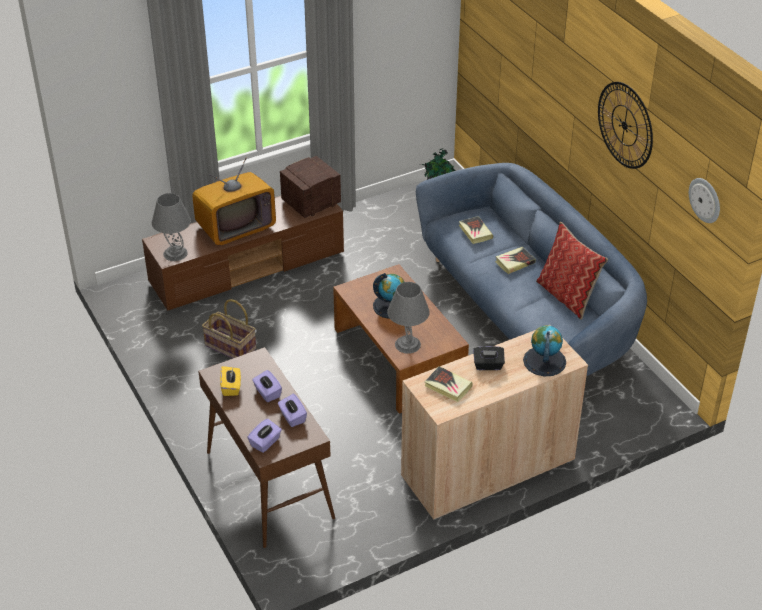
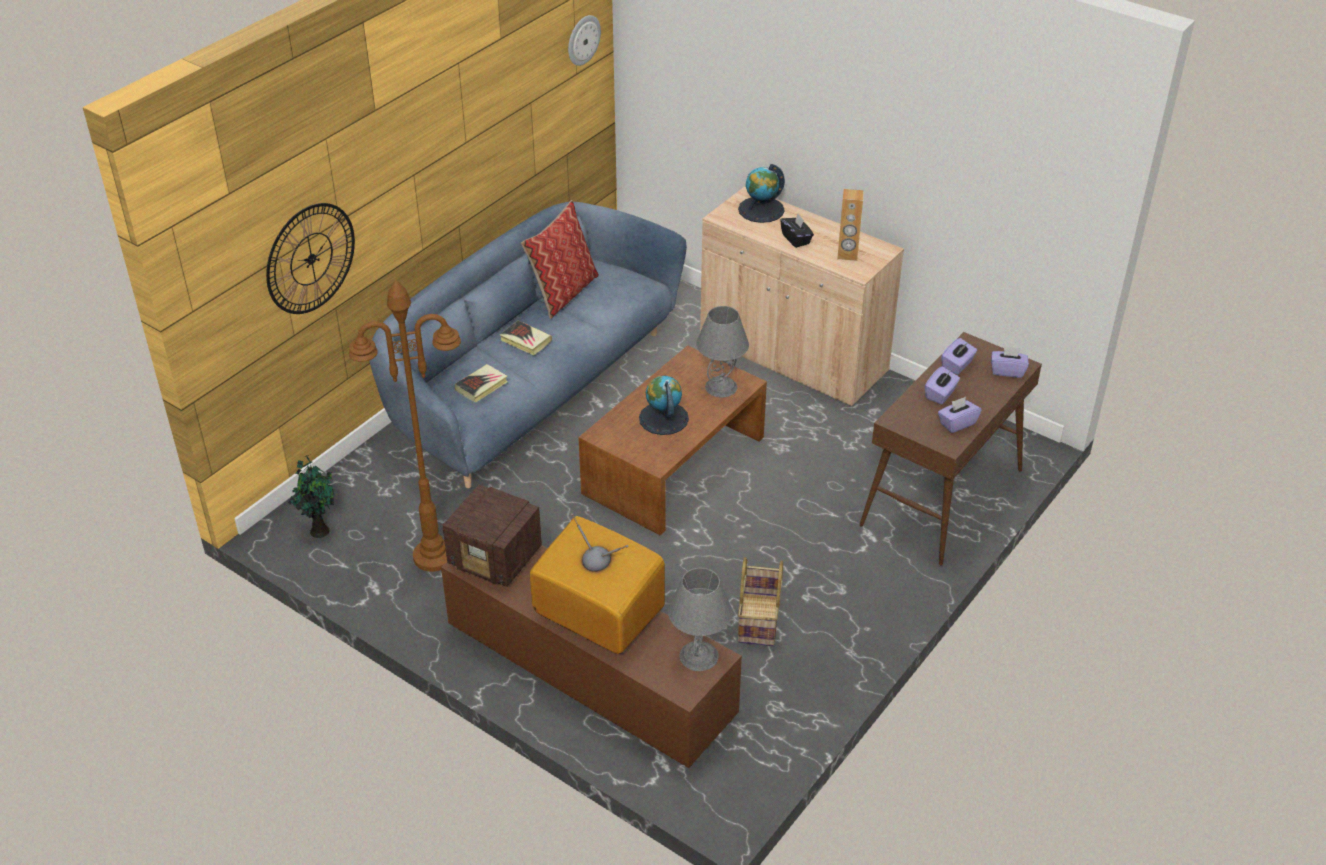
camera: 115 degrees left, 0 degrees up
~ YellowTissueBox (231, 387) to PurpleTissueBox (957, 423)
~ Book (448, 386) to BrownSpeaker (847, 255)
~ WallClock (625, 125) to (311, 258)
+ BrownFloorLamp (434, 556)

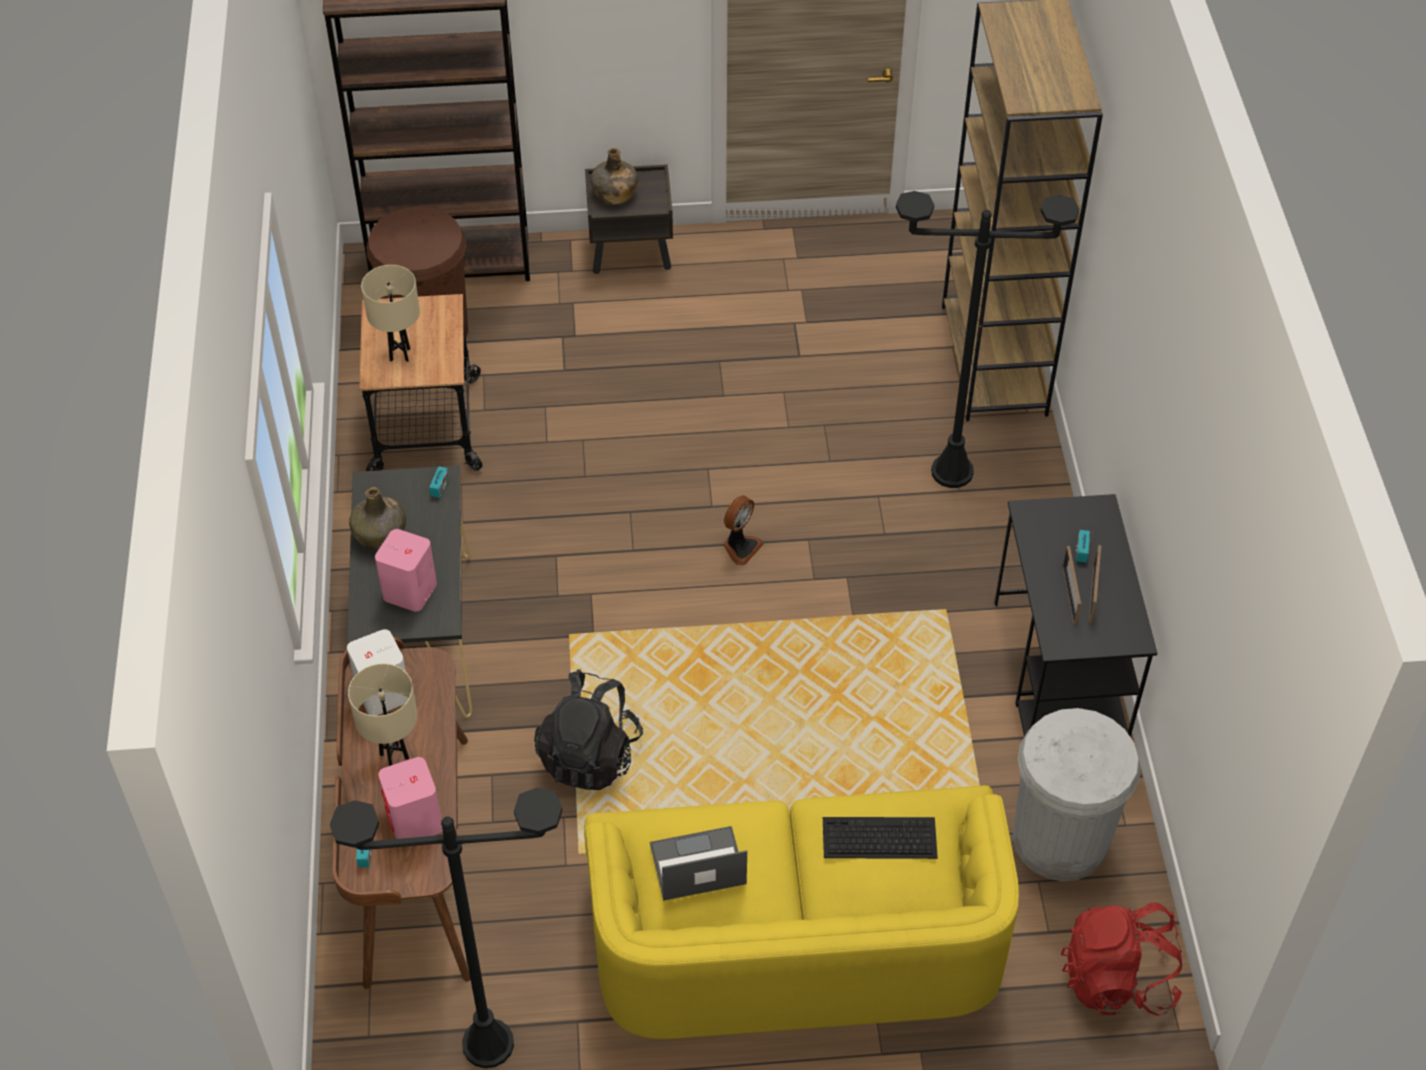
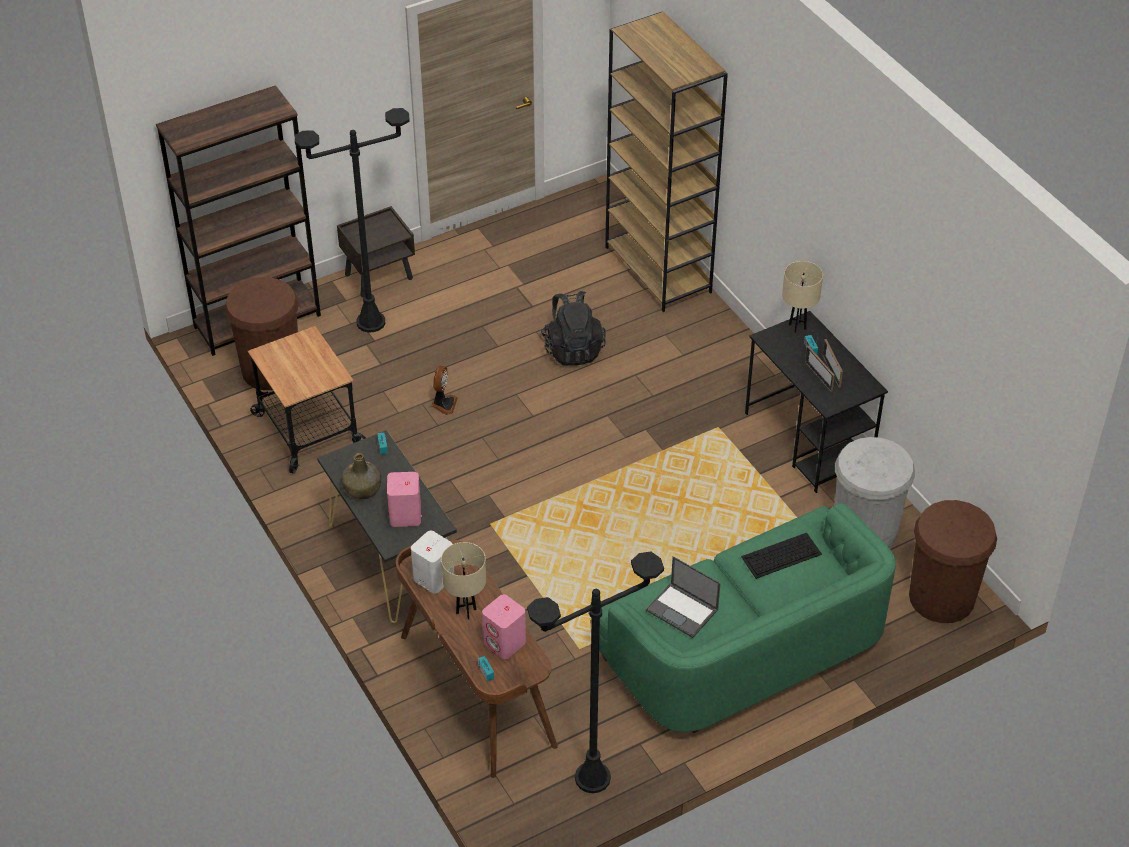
camera: 25 degrees left, 5 degrees down
~ BeigeTableLamp (399, 354) to (797, 327)
~ BlackBackpack (590, 755) to (573, 349)
~ YellowSofa (796, 943) to GreenSofa (745, 649)
- GreenBottle (614, 193)
~ Laptop (696, 865) = (683, 610) 105 degrees counterclockwise
~ Fan (740, 547) to (443, 404)
~ BlackFloorLamp (951, 472) to (370, 322)
~ RedBackpack (1117, 979) to BrownTrashCan (941, 597)

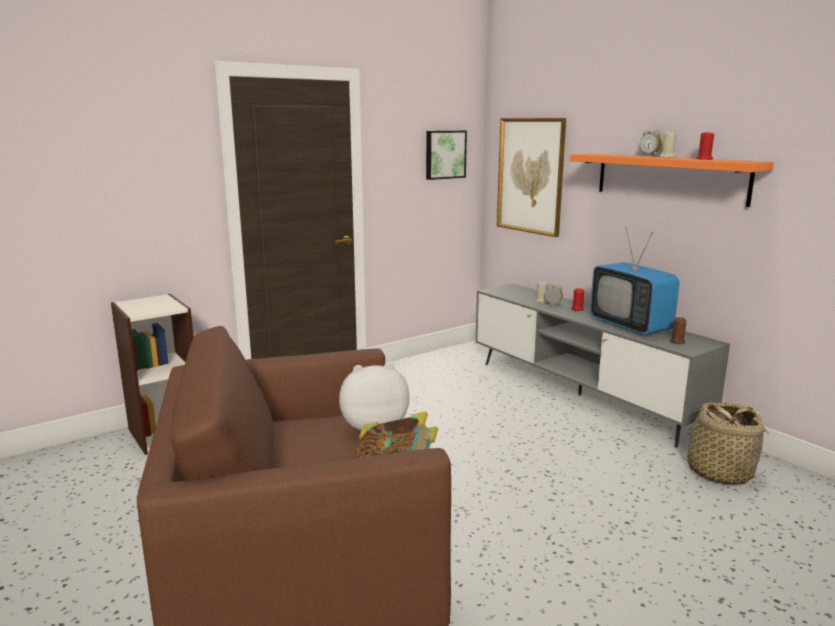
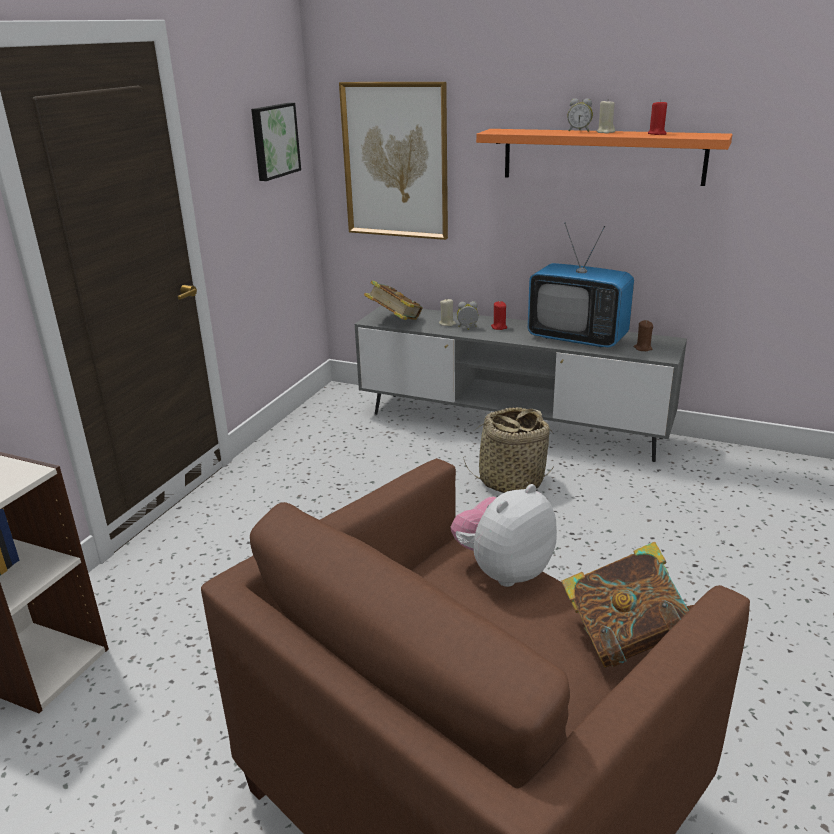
camera: 30 degrees left, 10 degrees up
~ Basket (719, 472) to (511, 481)
+ Book (394, 321)

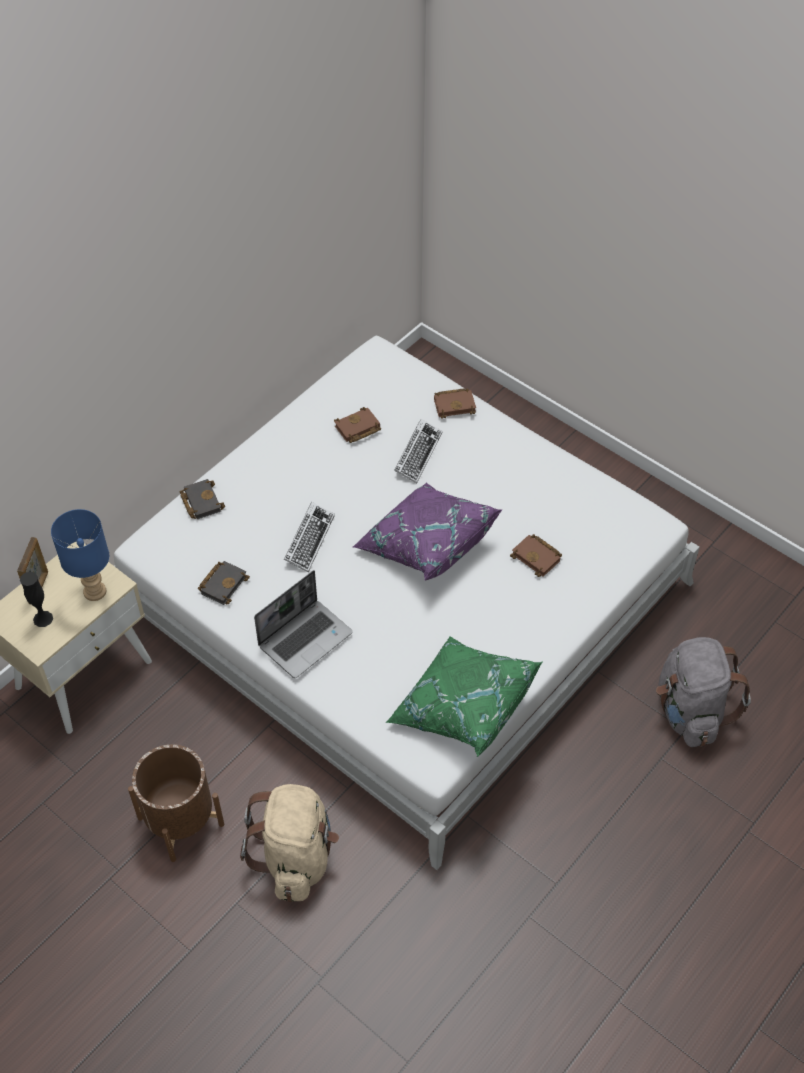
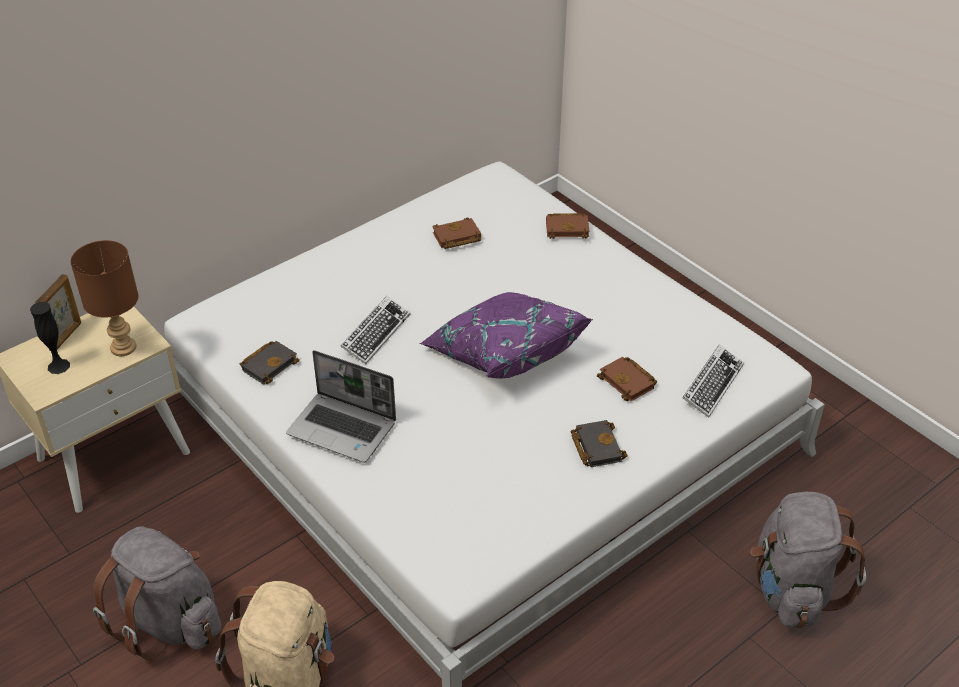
camera: 10 degrees right, 10 degrees down
~ BlueTableLamp (94, 591) to BrownTableLamp (122, 347)
~ BrownPlanter (180, 821) to GreyBackpack (168, 621)
~ BlackBook (200, 501) to (595, 446)
~ Laptop (305, 638) = (343, 428) 60 degrees clockwise
- GreenPillow (462, 707)
~ Keyboard (418, 454) to (712, 384)

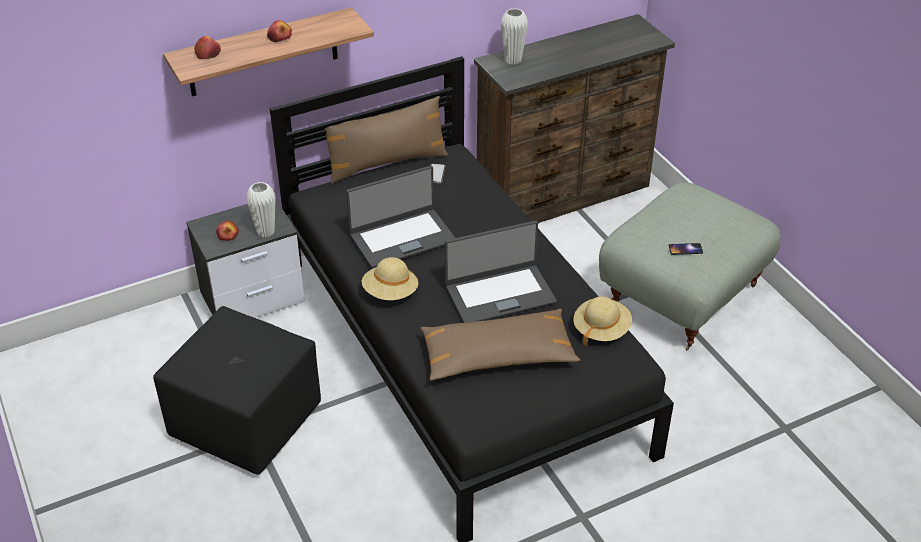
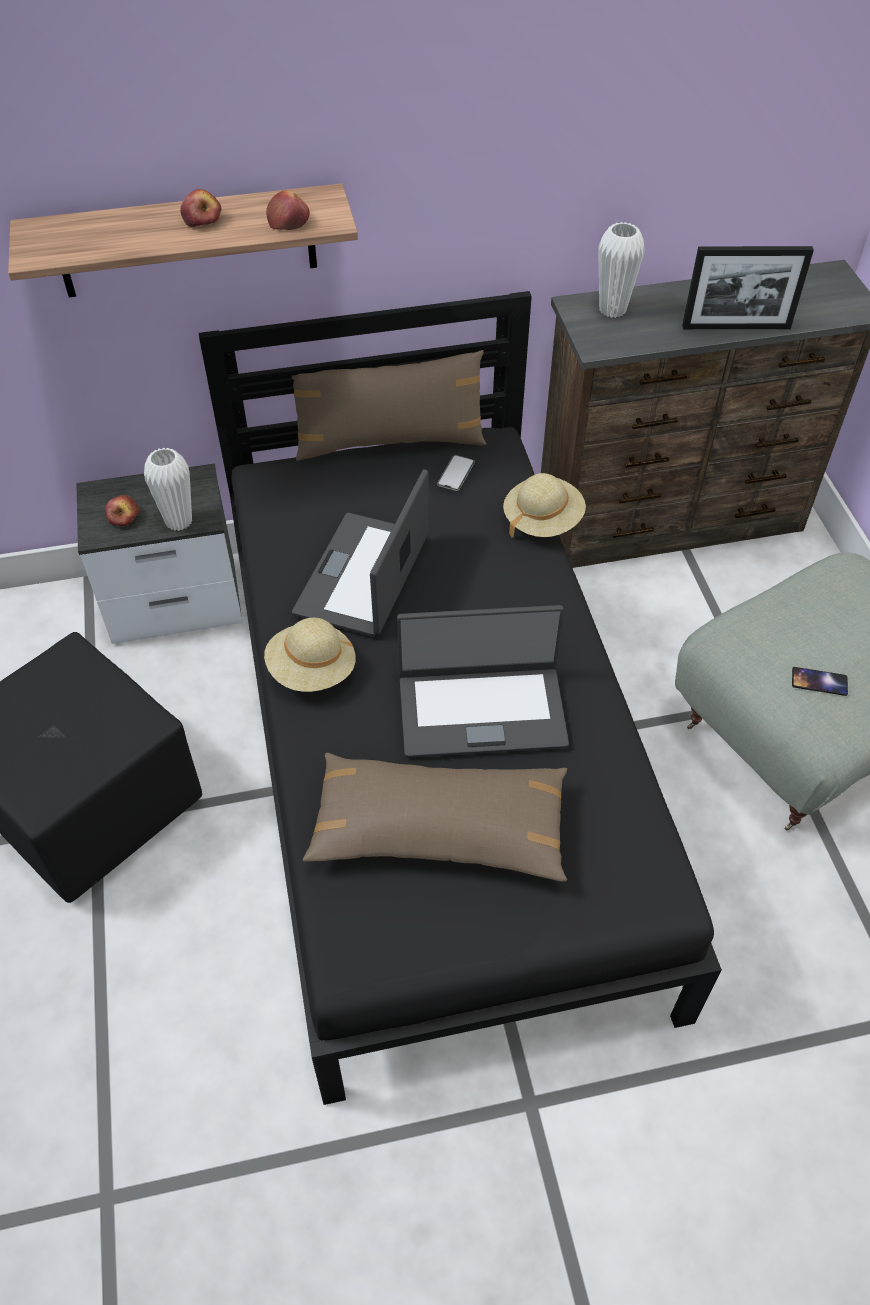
camera: 15 degrees right, 10 degrees up
~ Apple (208, 53) to (289, 220)
~ Laptop (402, 238) = (364, 575) 120 degrees clockwise
~ BeigeHat (601, 329) to (542, 520)
+ PictureFrame (736, 327)

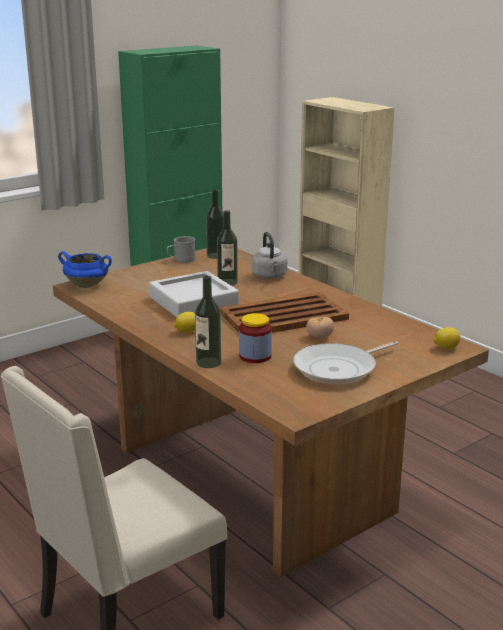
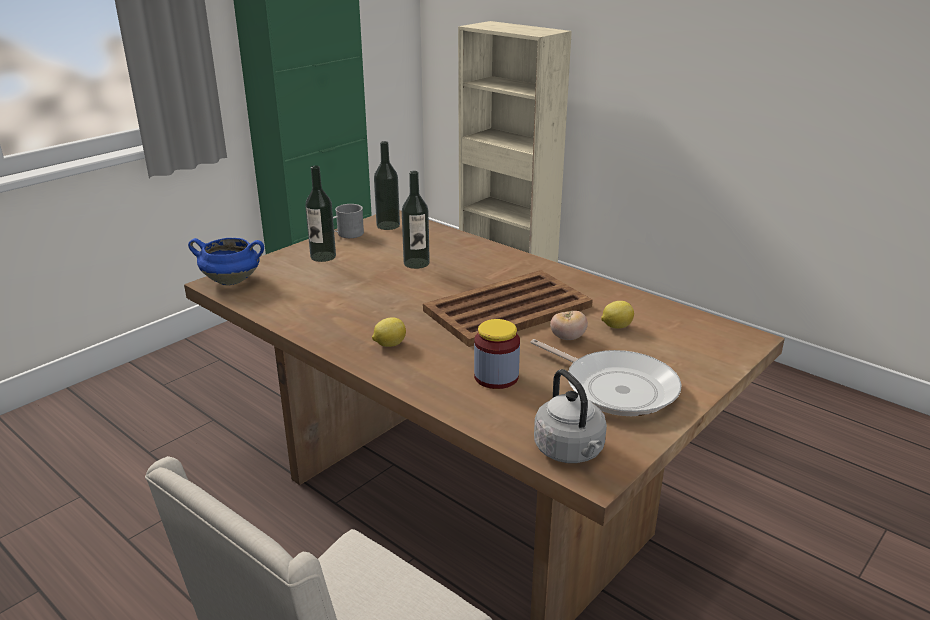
camera: 10 degrees left, 5 degrees up
- GreyTray (193, 301)
~ Bottle (208, 362) to (323, 256)
~ GreyKettle (270, 276) to (570, 452)
~ FryingPan (339, 369) = (615, 387) 90 degrees counterclockwise
~ Lemon (445, 348) to (616, 326)

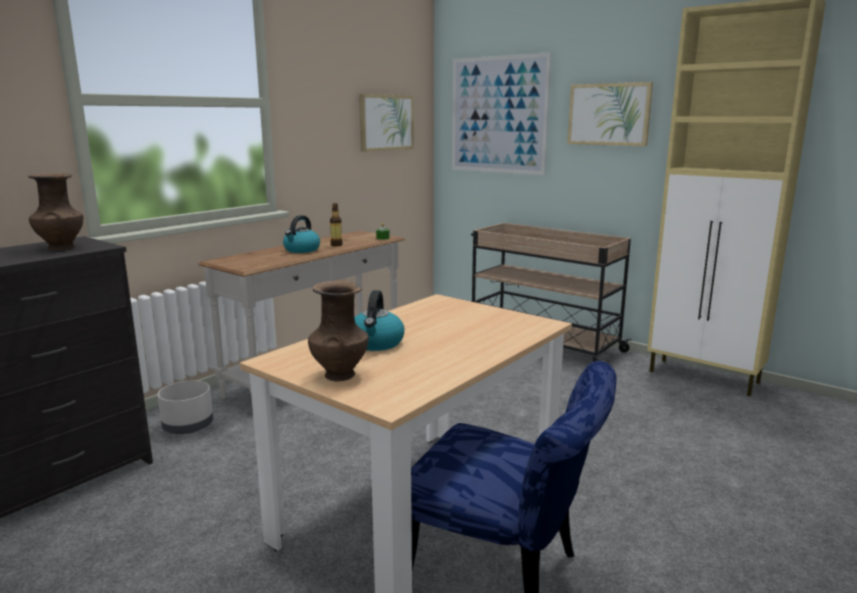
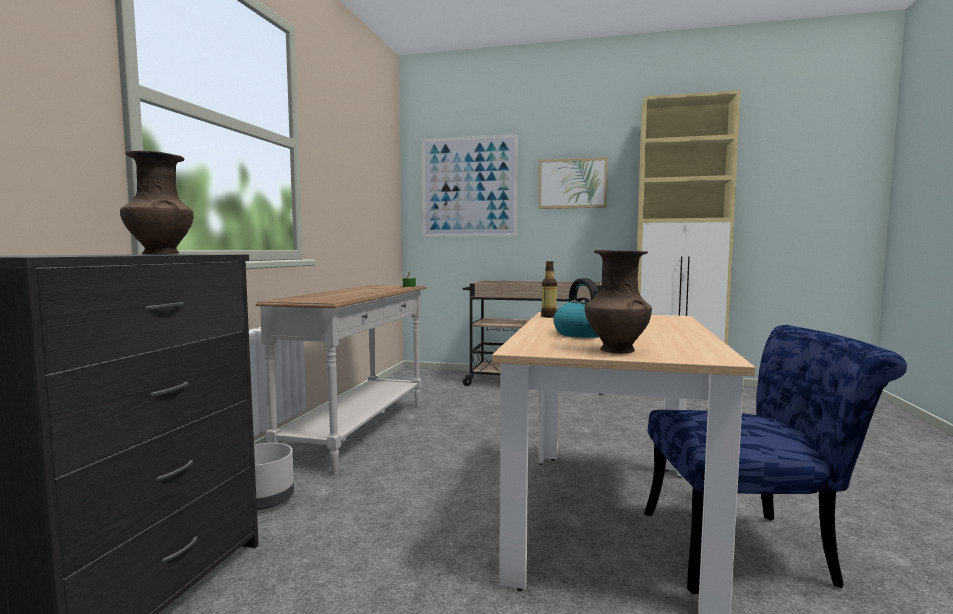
camera: 25 degrees left, 10 degrees down
- Kettle (301, 250)
~ Bottle (336, 245) to (548, 316)
- Picture (386, 122)

